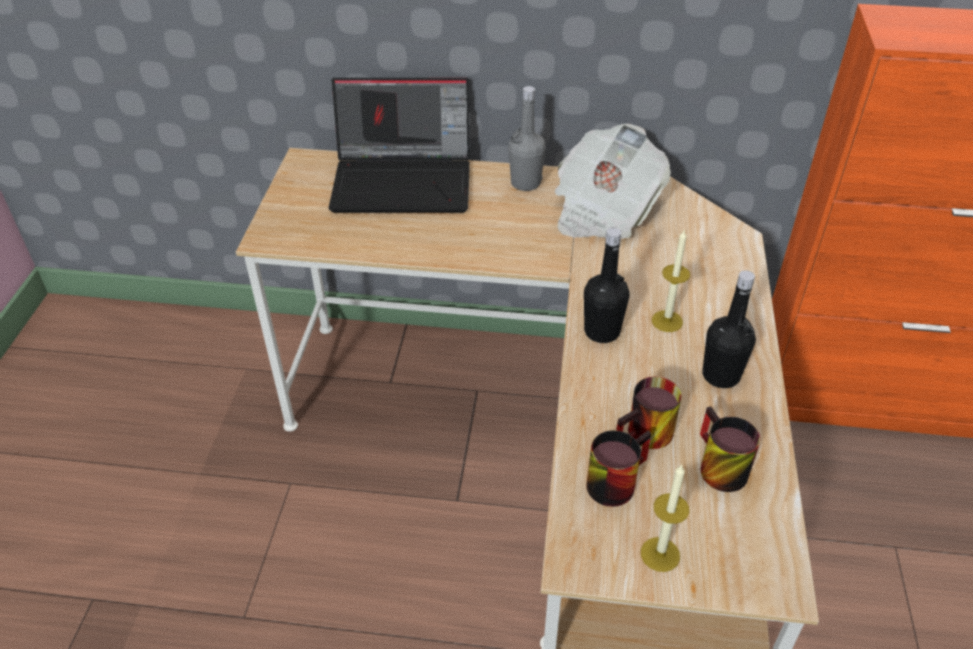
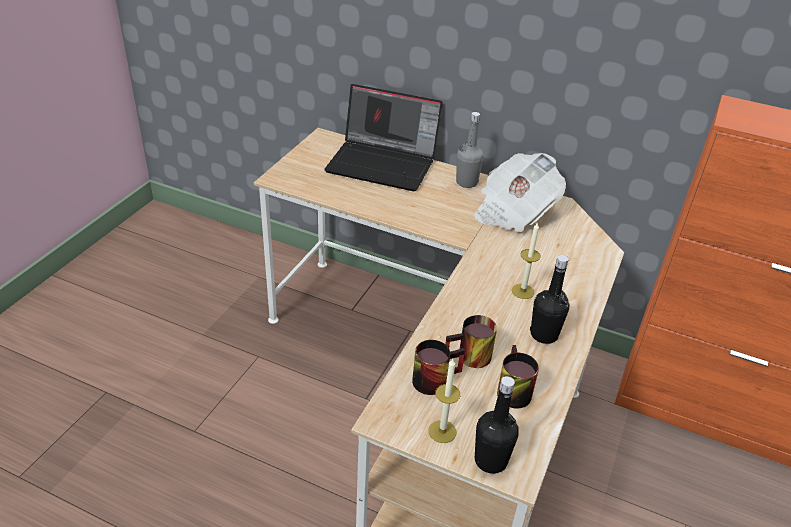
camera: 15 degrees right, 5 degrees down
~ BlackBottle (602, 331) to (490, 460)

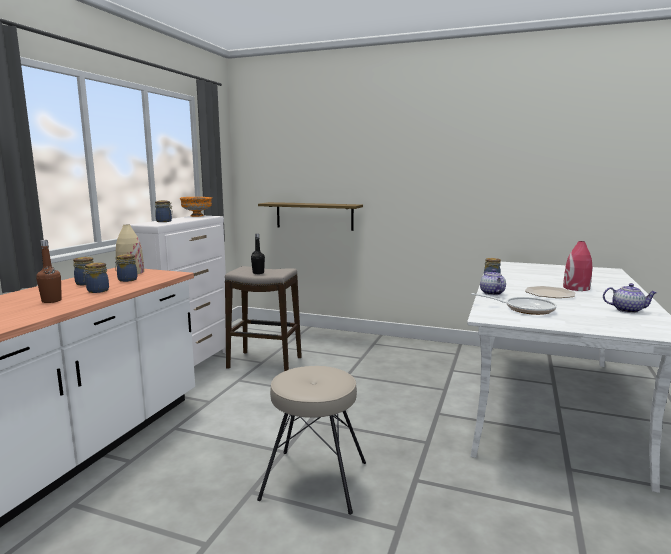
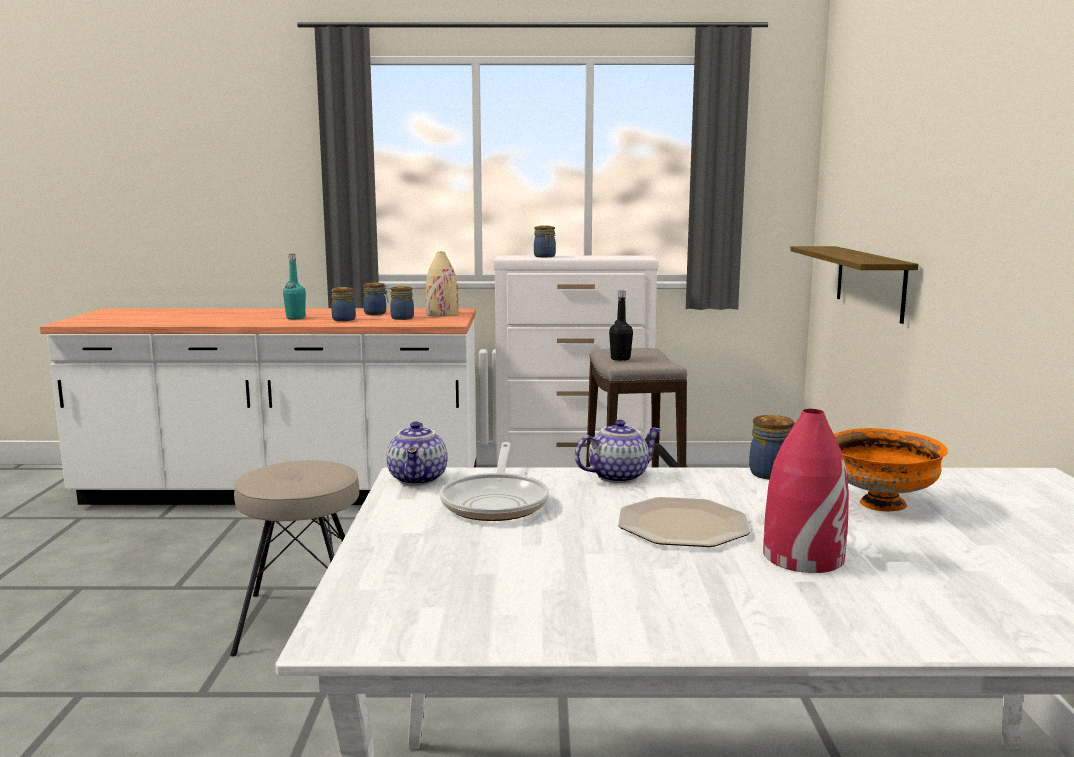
camera: 70 degrees right, 0 degrees up
~ BrownBottle (51, 301) to TurquoiseBottle (295, 318)
~ OrangeBowl (197, 216) to (882, 505)
~ Teapot (627, 310) to (419, 479)

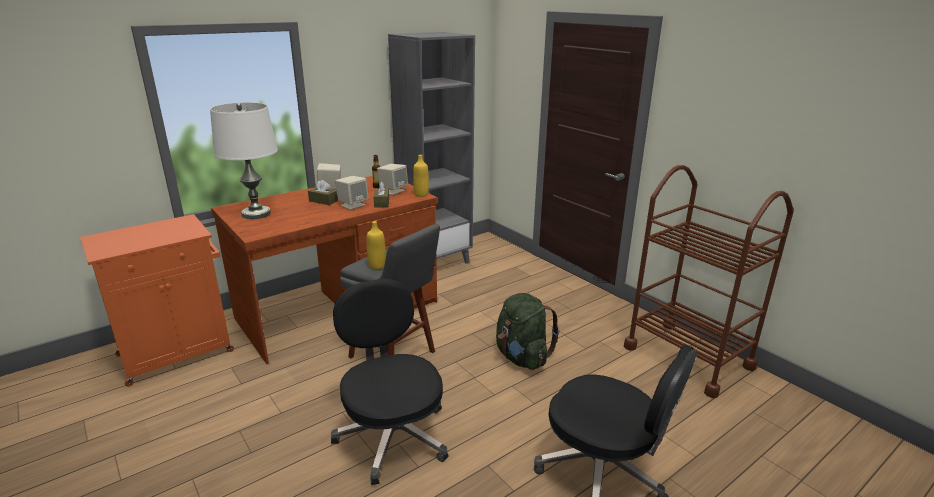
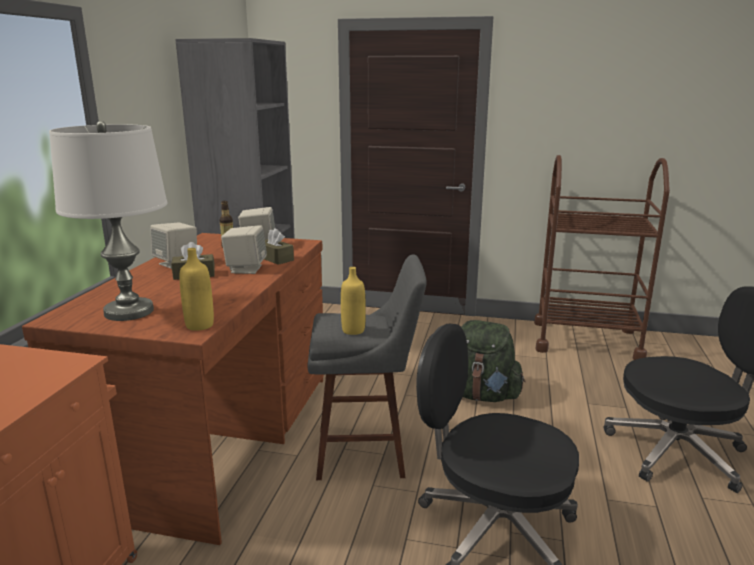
camera: 40 degrees left, 5 degrees down
~ YellowBottle (421, 194) to (199, 325)

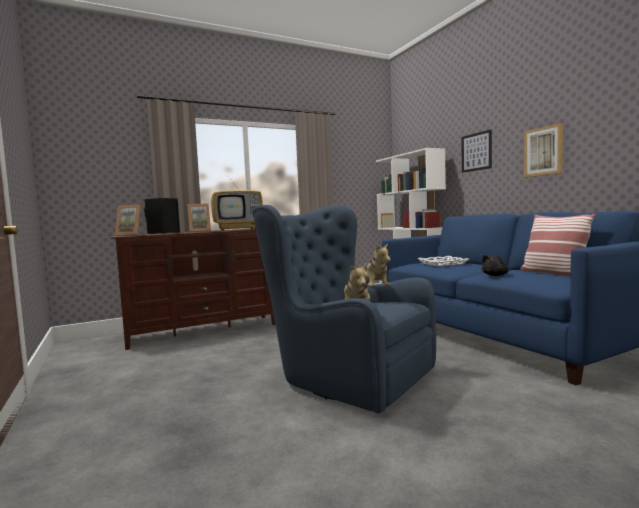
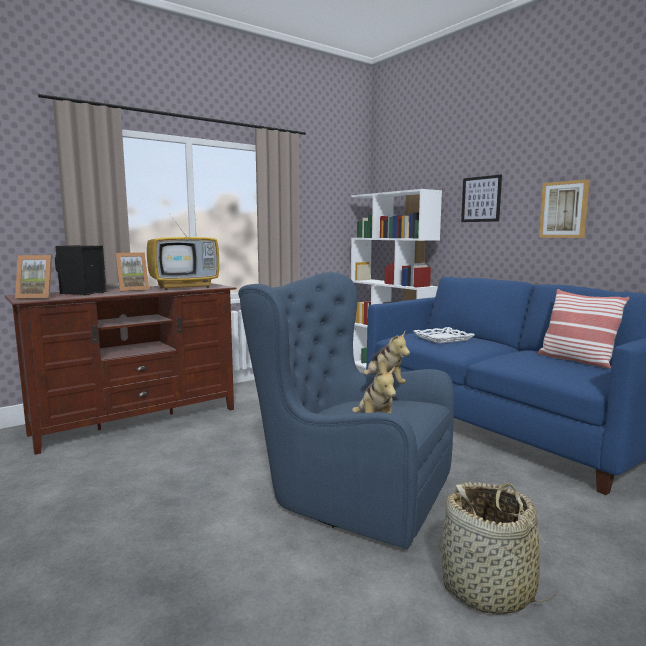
camera: 10 degrees left, 5 degrees up
- BlackPlushToy (495, 275)
+ Basket (488, 588)

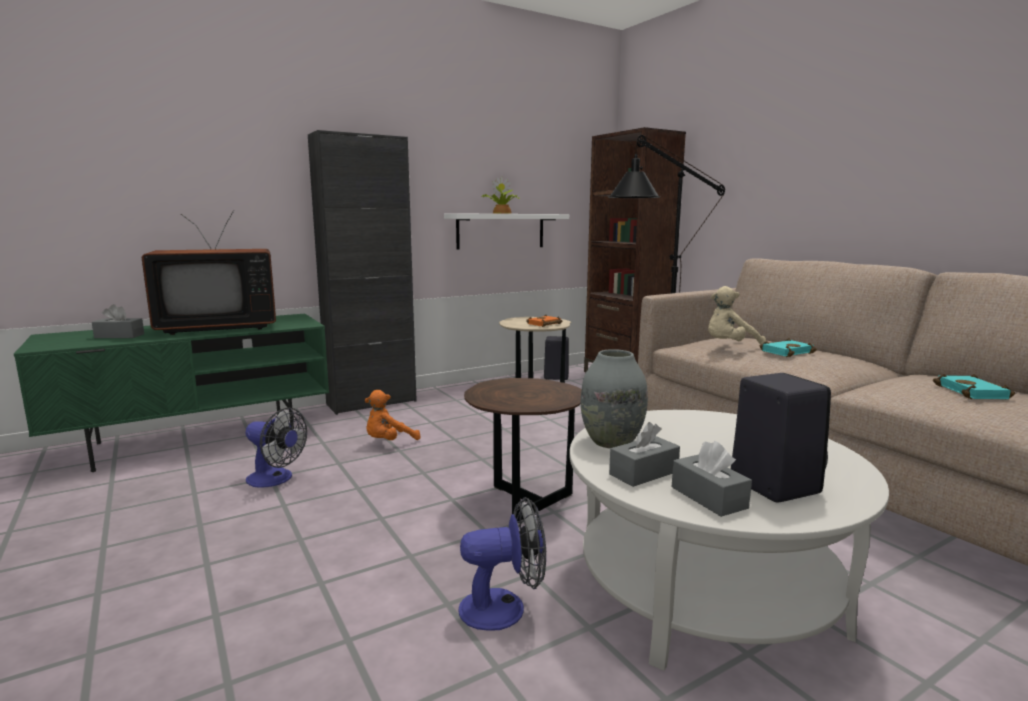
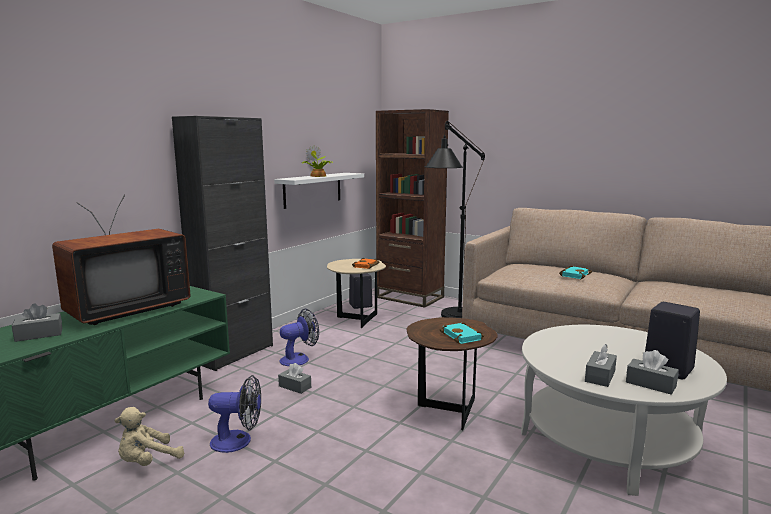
camera: 25 degrees left, 0 degrees up
~ OrangePlushToy (389, 442) to GreyTissueBox (295, 387)
~ Fan (504, 607) to (299, 359)
- GreyVase (611, 442)
~ BeigePlushToy (730, 346) to (147, 462)
~ TurquoiseBook (974, 393) to (463, 336)

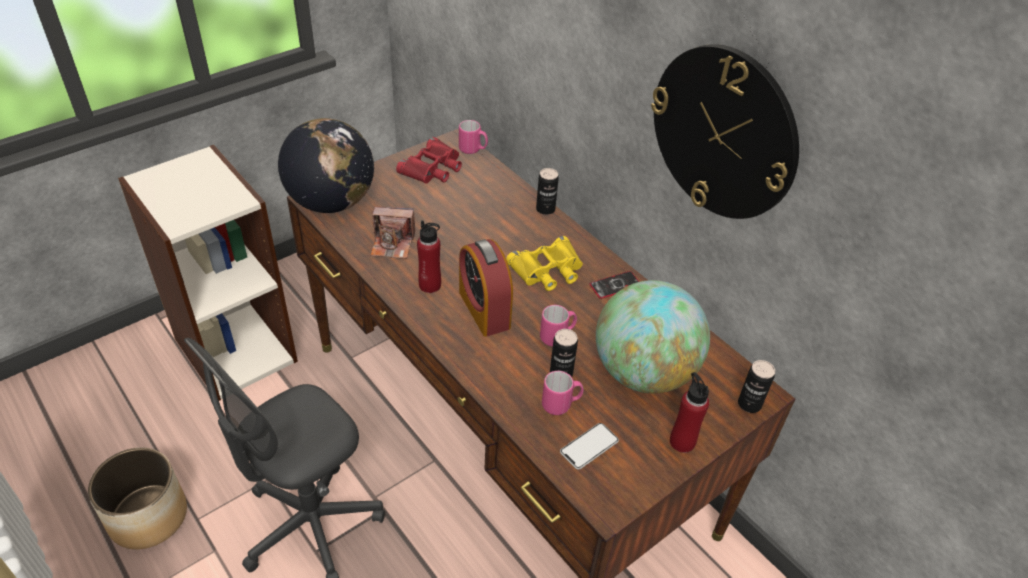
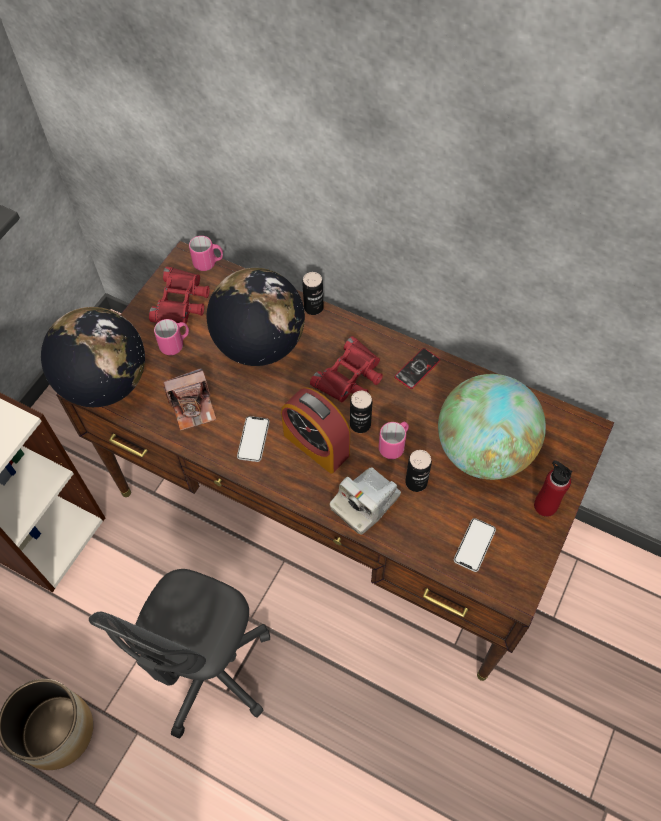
camera: 20 degrees left, 15 degrees up
~ RedBottle (430, 285) to Phone (253, 439)
~ YellowBinoculars (548, 270) to RedBinoculars (350, 377)
~ PinkMug (561, 404) to (175, 344)
- WallClock (724, 133)
~ Can (749, 404) to (360, 424)
+ Globe (259, 344)
+ PhotoCamera (365, 503)

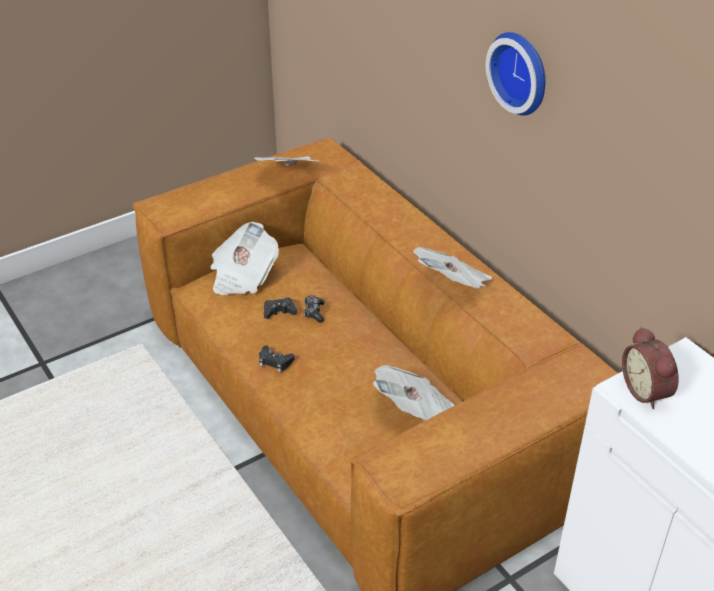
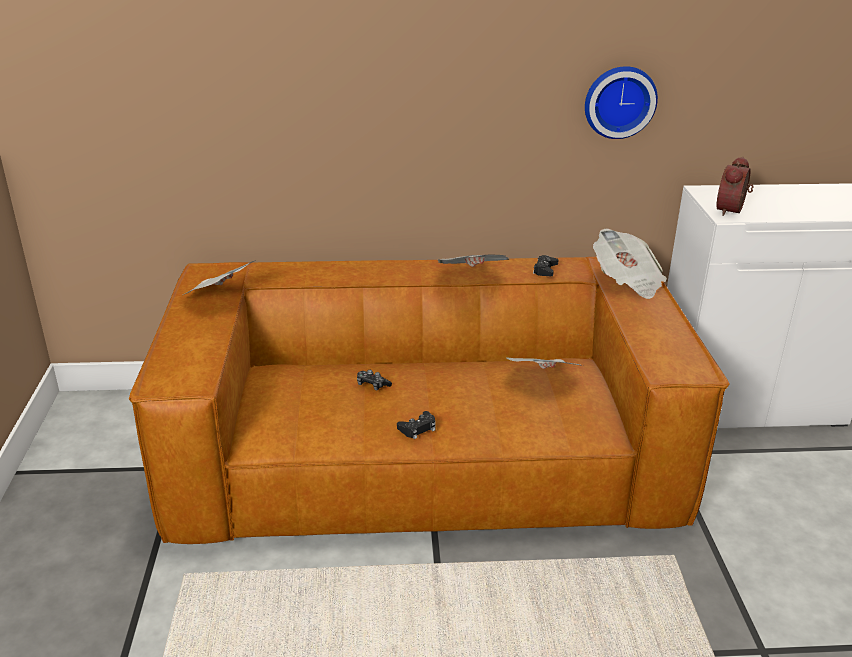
camera: 60 degrees left, 10 degrees down
~ Newspaper (242, 275) to (627, 282)
~ BlackGameController (279, 311) to (545, 270)
~ WallClock (521, 72) to (619, 101)
~ AlarmClock (647, 391) = (732, 210) 105 degrees clockwise

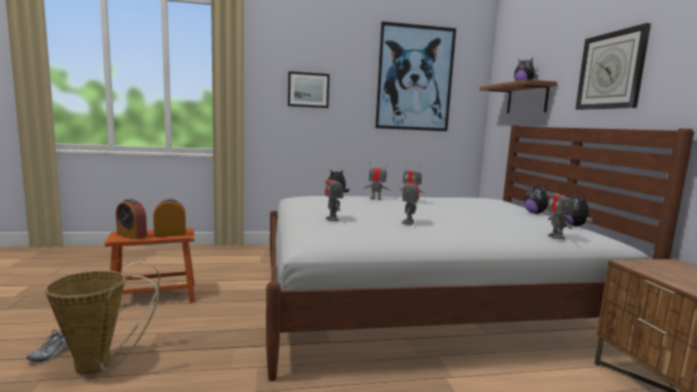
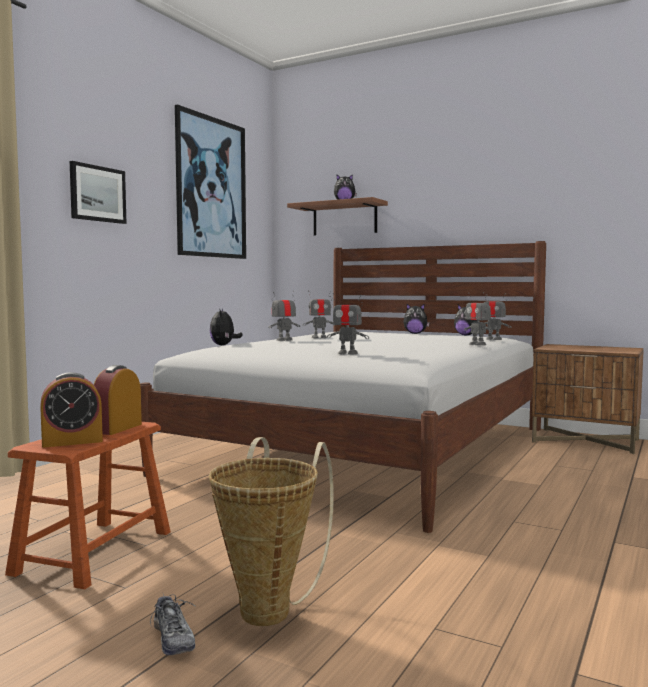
camera: 50 degrees left, 5 degrees down
~ ToyRobot (408, 223) to (477, 344)
- WallClock (611, 71)

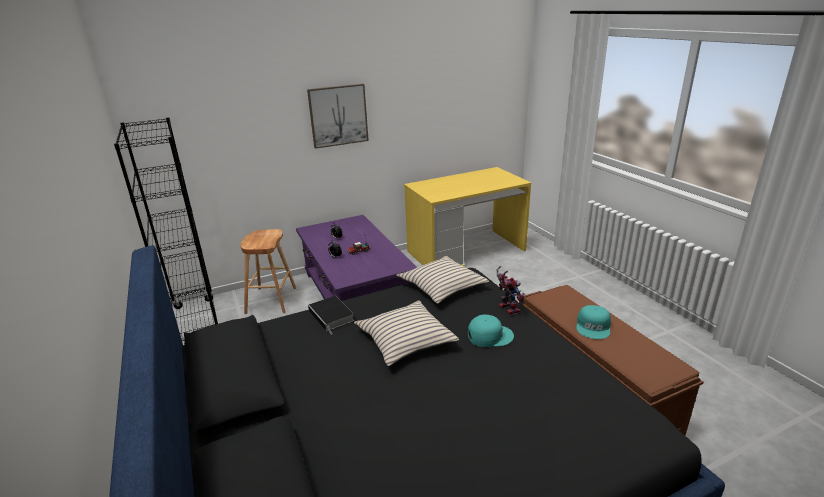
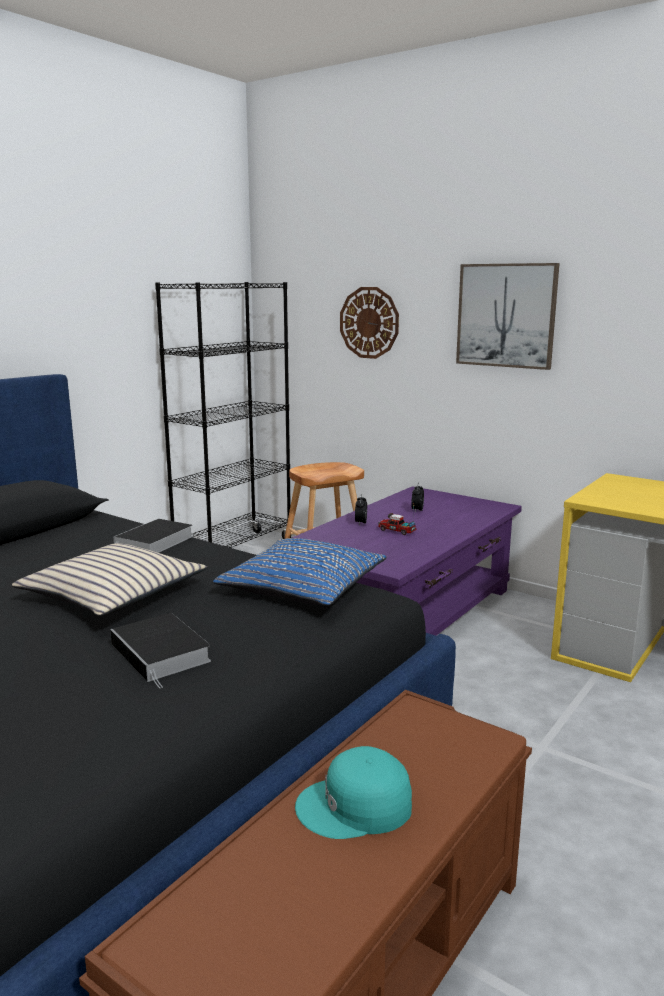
camera: 60 degrees right, 10 degrees down
~ BeigePillow (442, 286) to BluePillow (302, 587)
~ TurquoiseCap (489, 335) to Book (162, 654)
- ToyRobot (506, 308)
+ WallClock (369, 322)

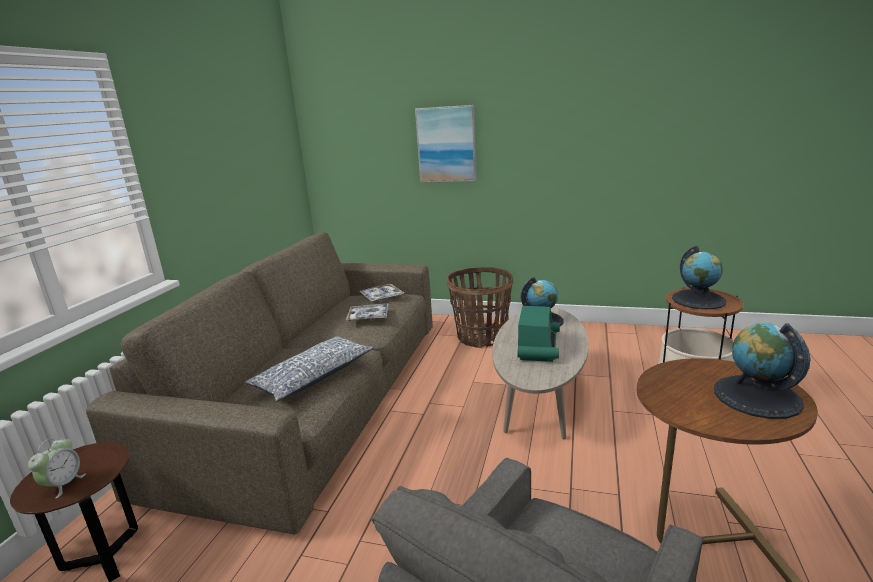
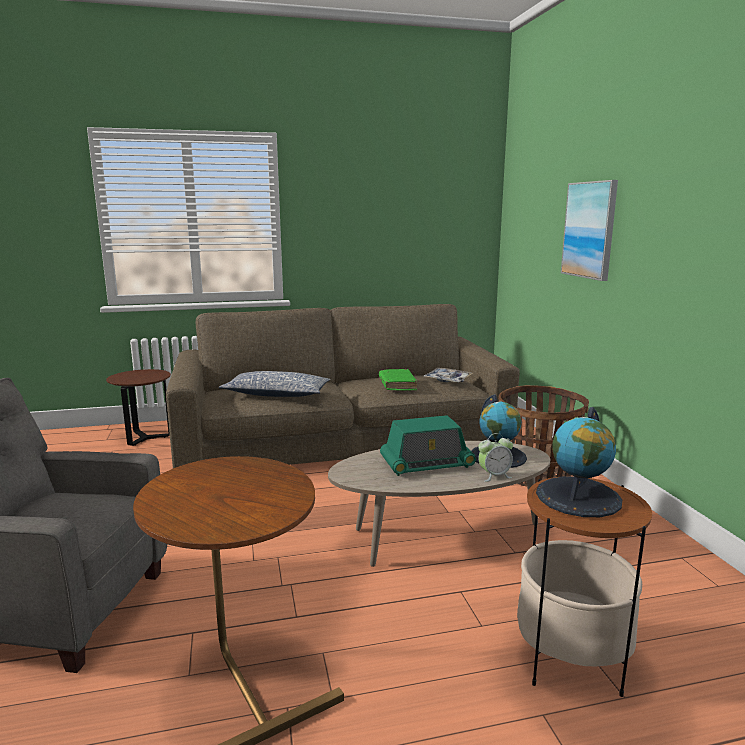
camera: 60 degrees right, 5 degrees down
~ AlarmClock (63, 485) to (494, 476)
~ Tray (368, 317) to GreenBook (397, 385)
- Globe (756, 396)

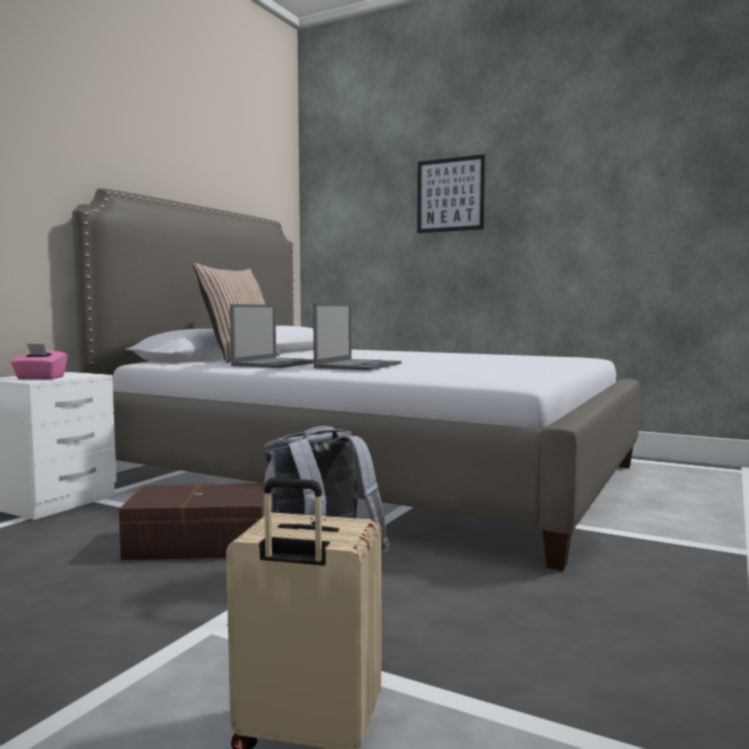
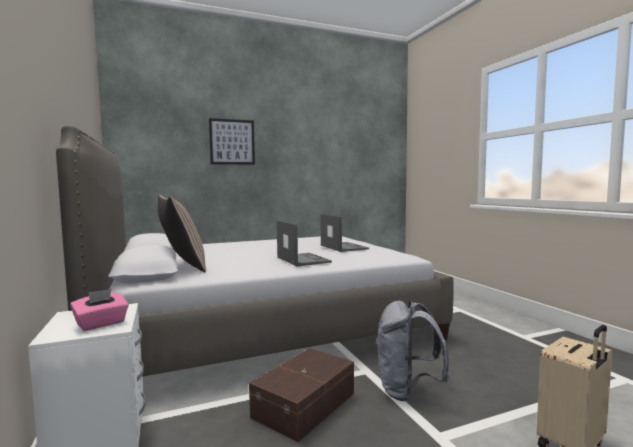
camera: 50 degrees left, 0 degrees up
~ Laptop (277, 363) to (343, 247)

